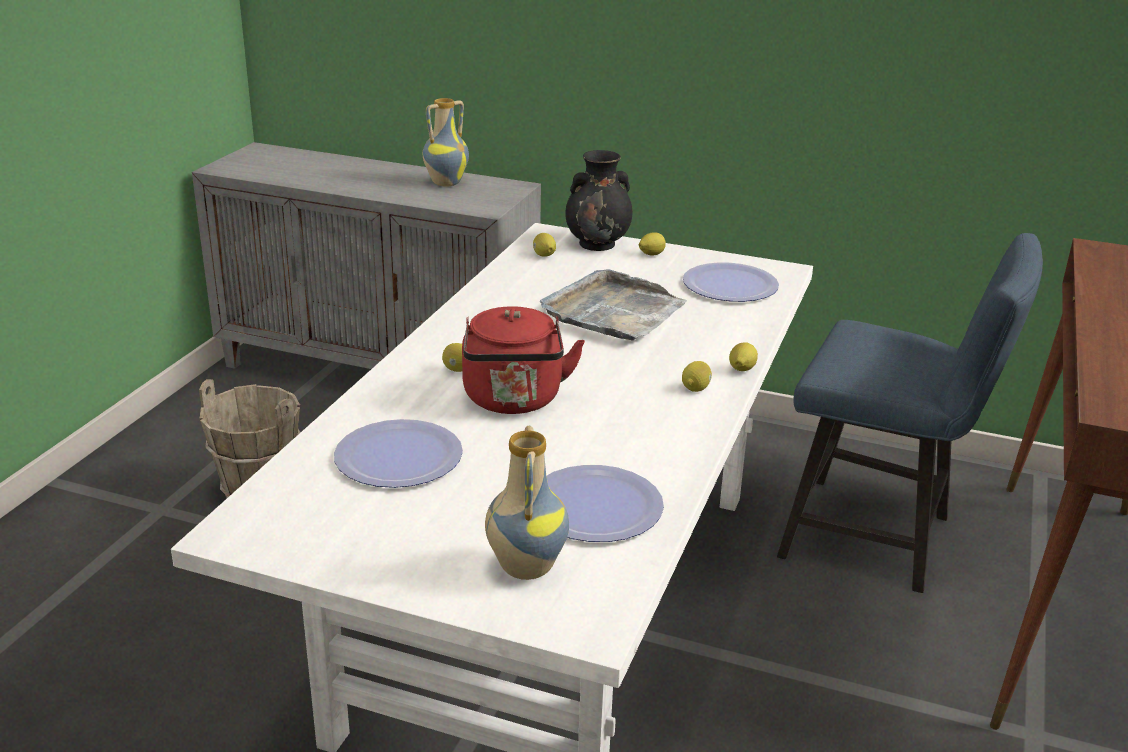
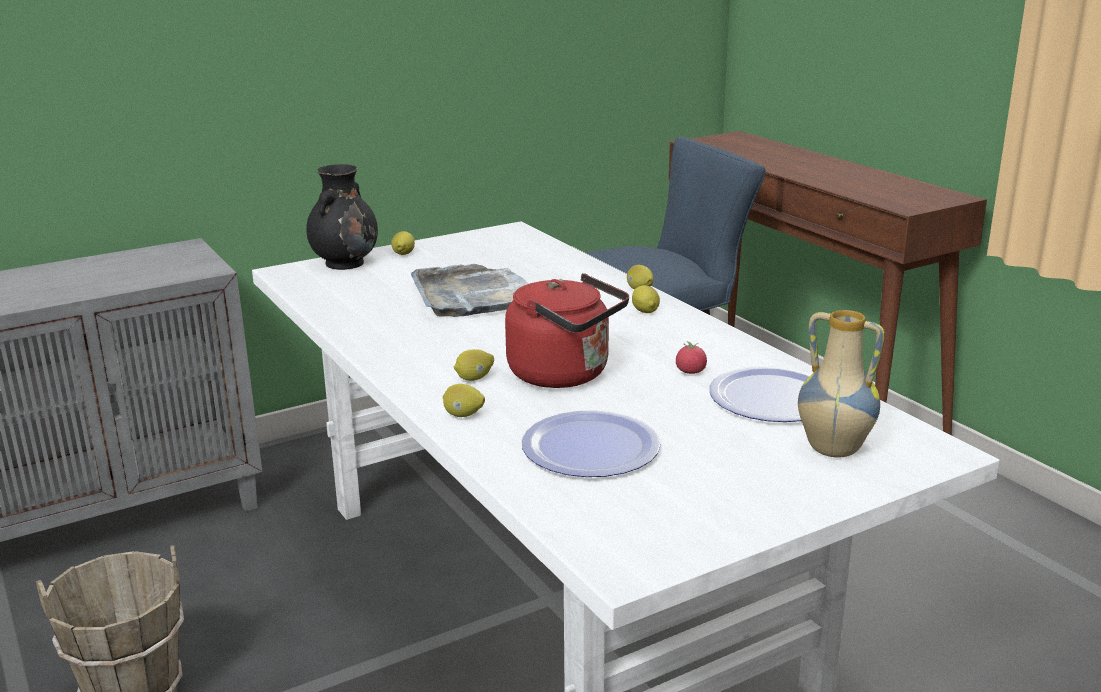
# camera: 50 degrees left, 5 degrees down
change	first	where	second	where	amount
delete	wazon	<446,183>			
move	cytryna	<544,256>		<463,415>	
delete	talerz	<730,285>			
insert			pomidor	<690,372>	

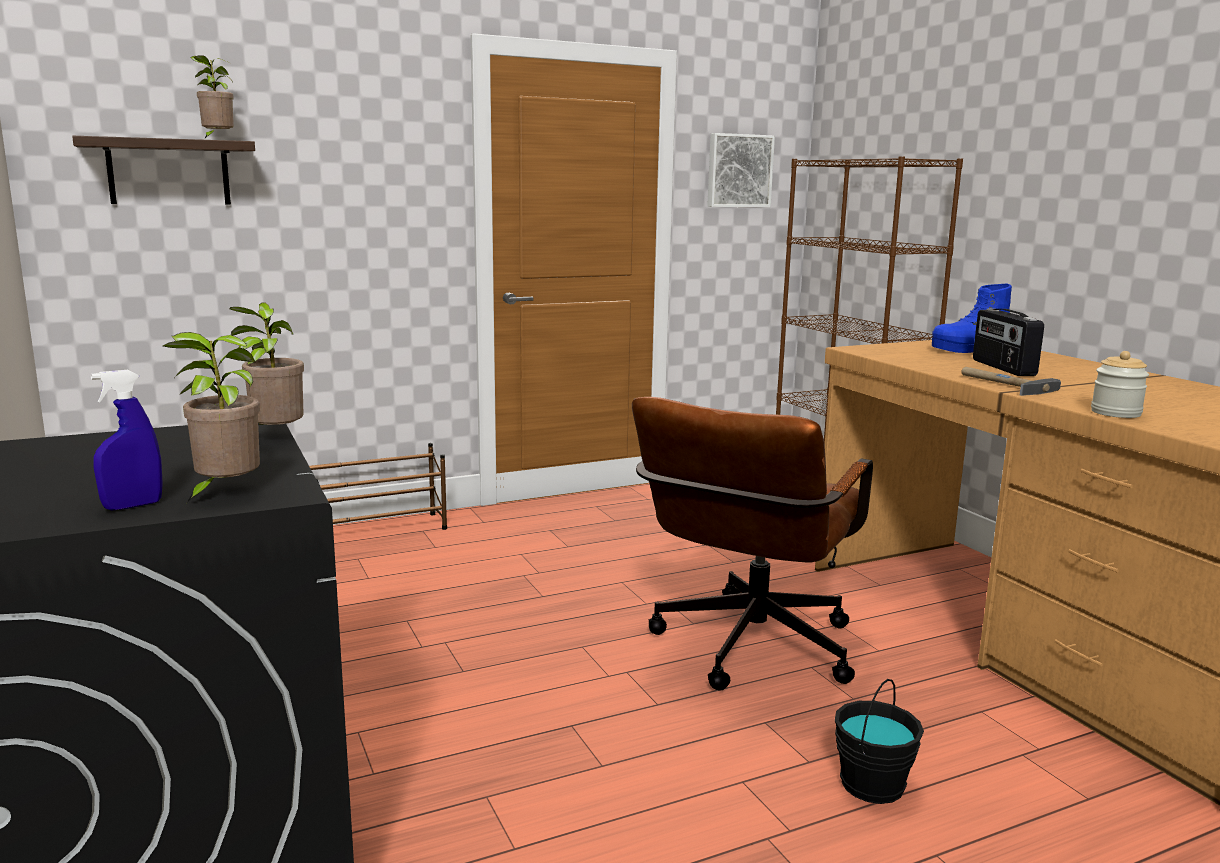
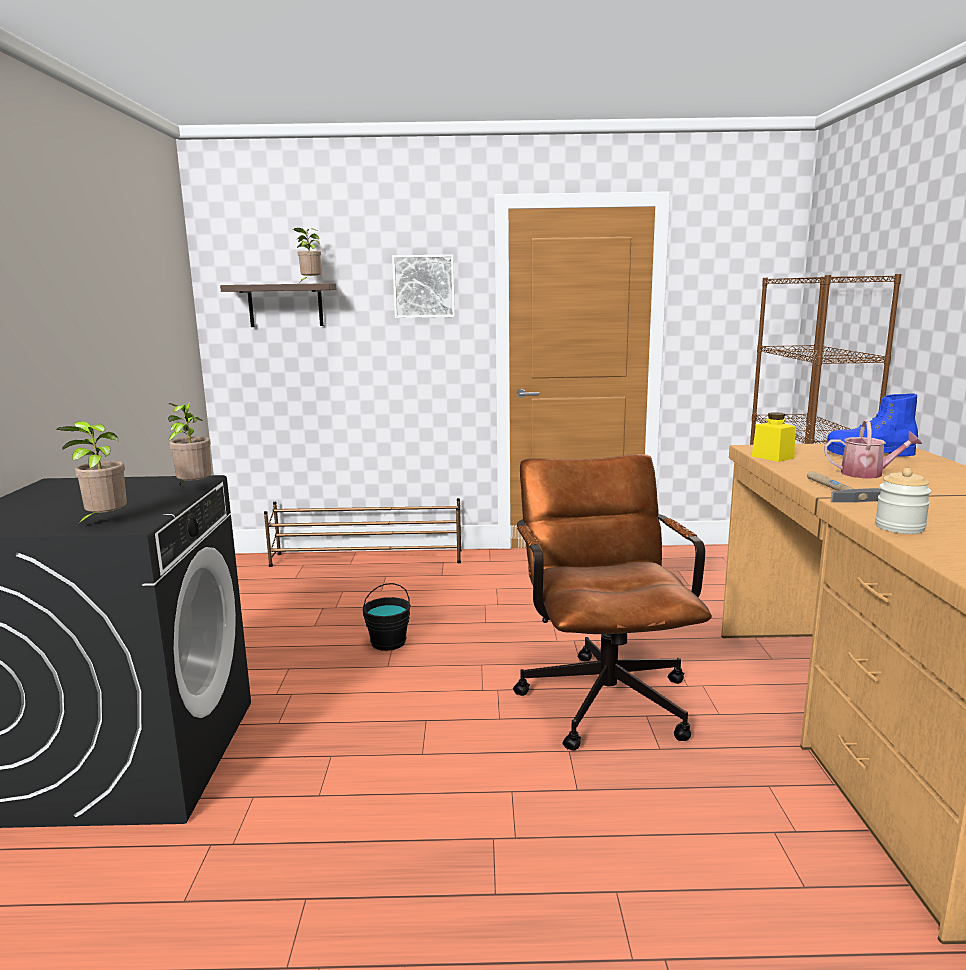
# camera: 25 degrees right, 0 degrees up
change	first	where	second	where	amount
delete	spryskiwacz/niebieski	<133,506>			
rotate	krzesło biurowe/brązowy	<747,652>		<603,693>	120 degrees clockwise
move	obraz	<738,171>		<424,286>	
move	wiadro/czarny	<871,784>		<388,642>	
replace	radio	<1002,368>	konewka	<868,474>	
insert			słoik/żółty	<772,457>	

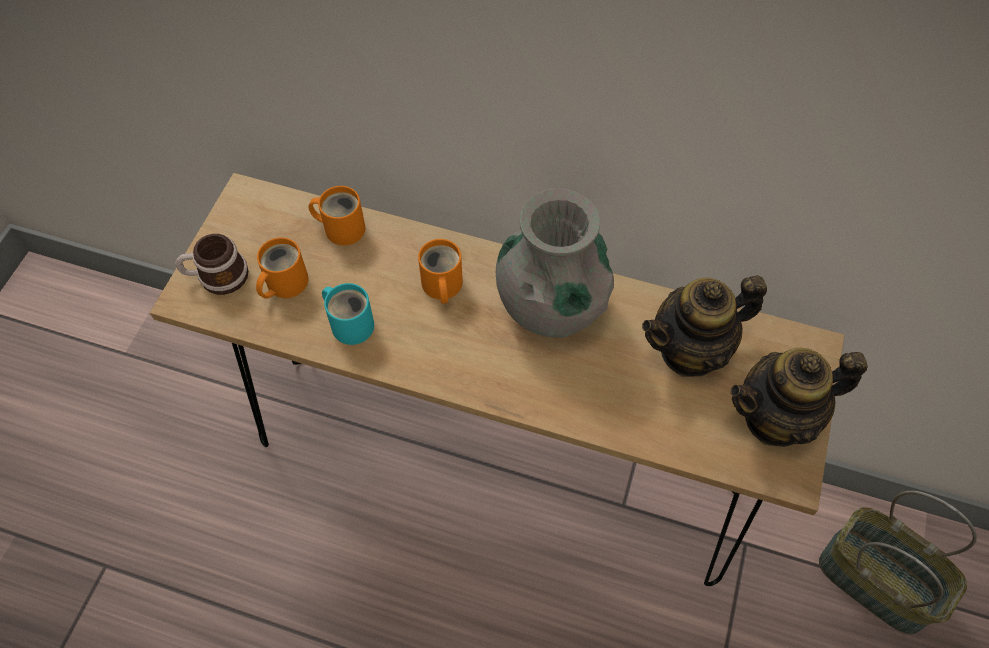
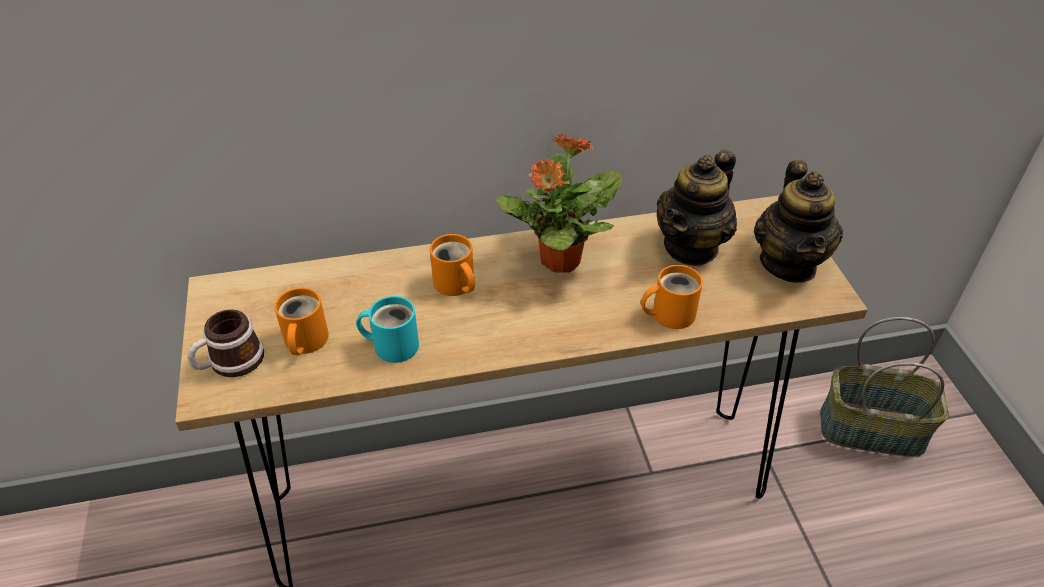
# camera: 30 degrees left, 15 degrees down
change	first	where	second	where	amount
move	kubek/pomarańczowy	<342,227>		<669,313>	
replace	wazon/szary	<551,305>	roślina doniczkowa	<559,261>	
rotate	imbryk	<776,418>		<789,263>	45 degrees counterclockwise

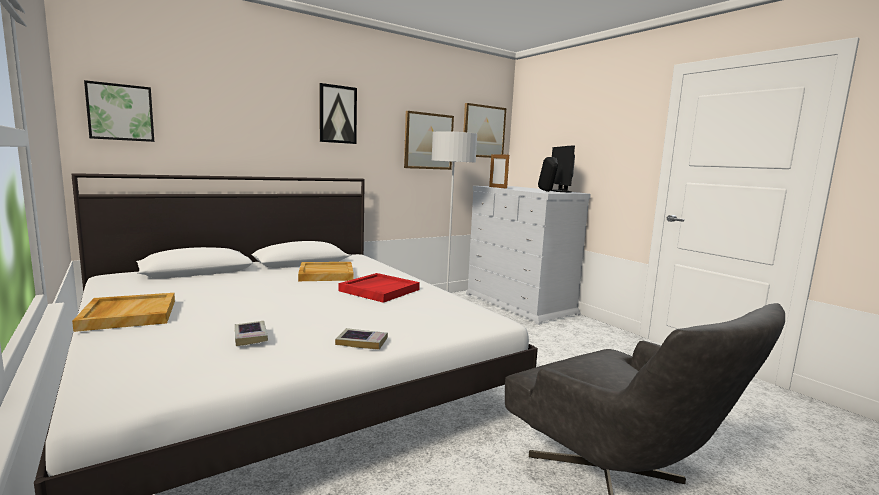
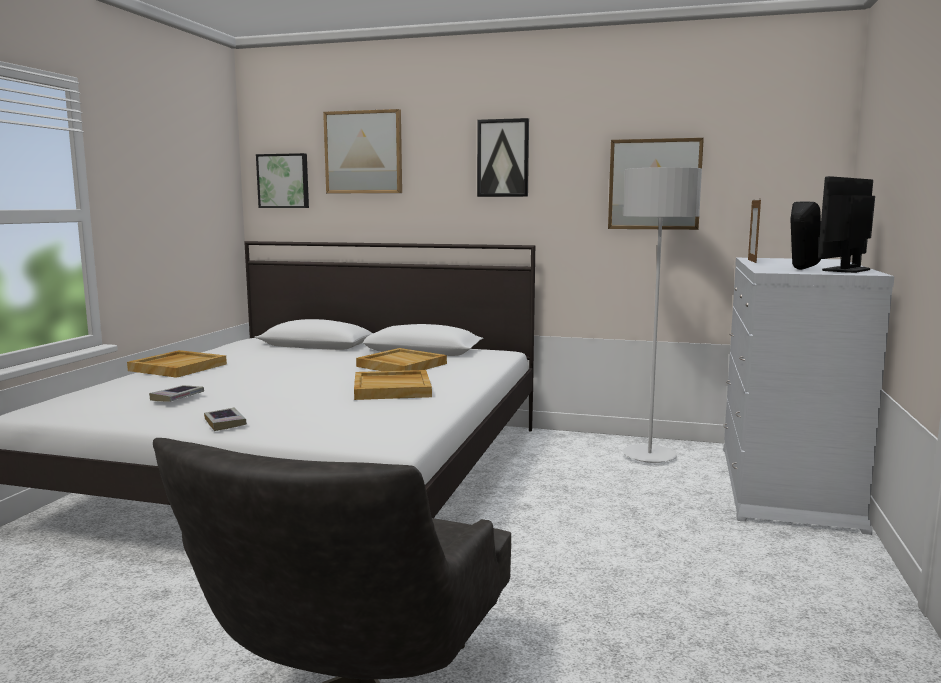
# camera: 50 degrees right, 0 degrees up
change	first	where	second	where	amount
recolor	taca/czerwony	<379,290>	taca/beżowy	<393,388>	
move	obraz	<483,131>		<363,152>	

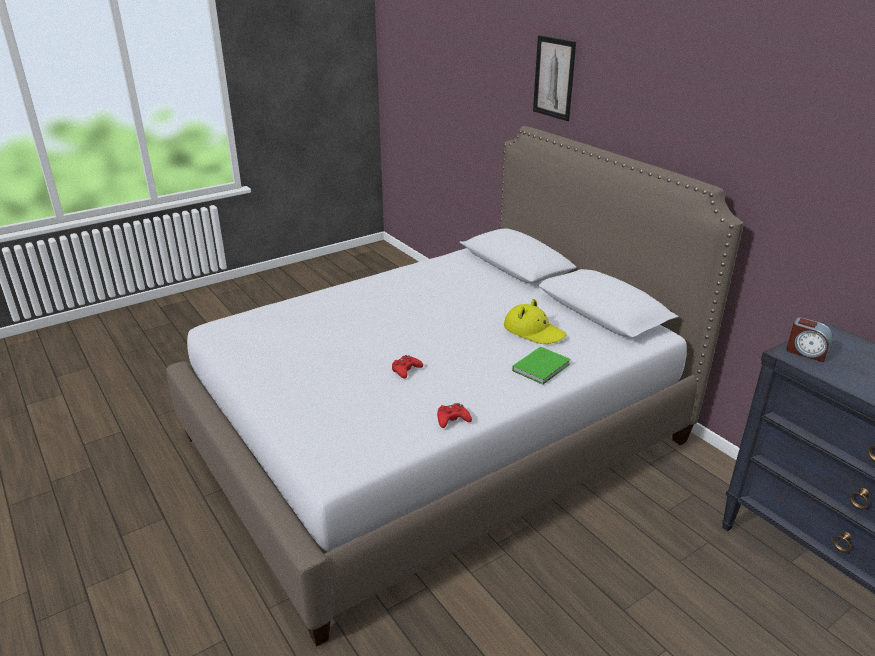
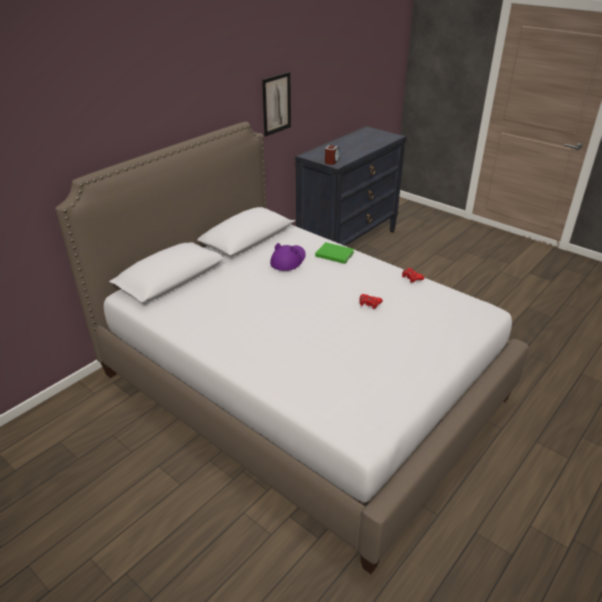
# camera: 105 degrees left, 5 degrees up
change	first	where	second	where	amount
recolor	kapelusz/żółty	<534,331>	kapelusz/fioletowy	<288,260>	
move	obraz	<554,78>		<276,104>	

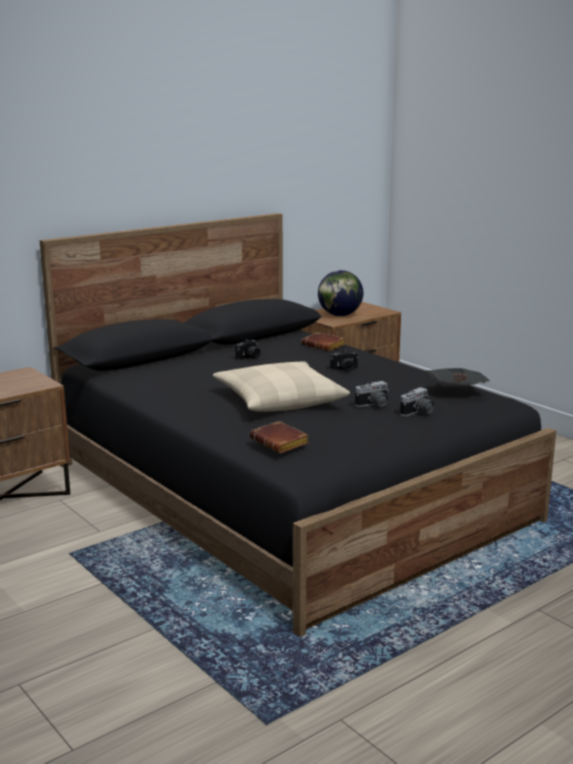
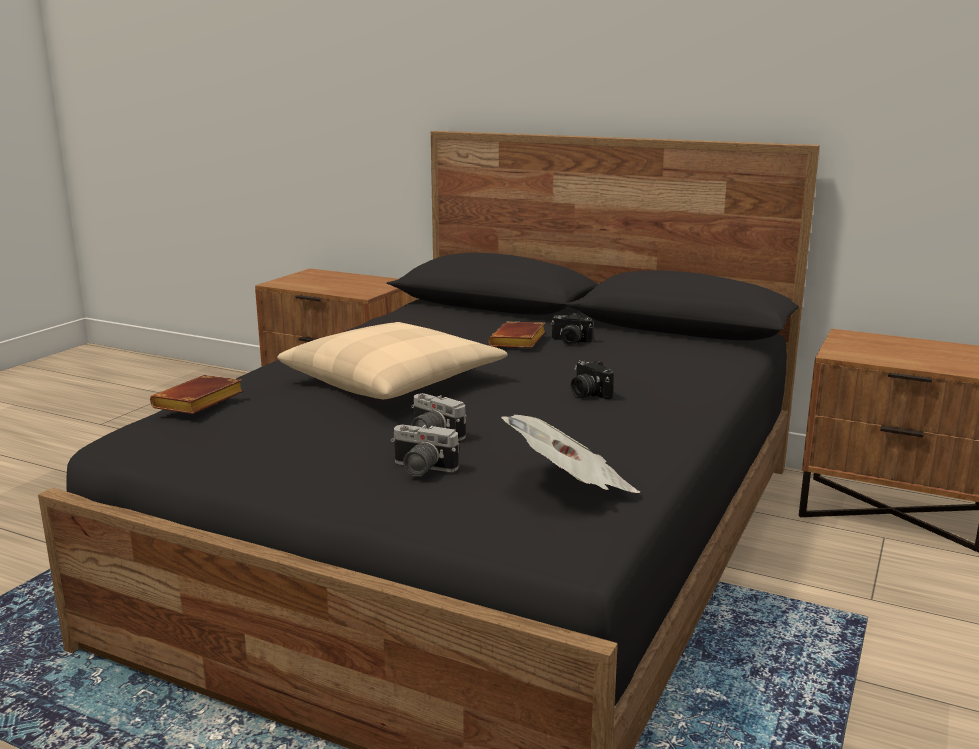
# camera: 65 degrees right, 0 degrees up
change	first	where	second	where	amount
move	książka/brązowy	<325,346>		<519,342>	
delete	globus	<340,315>			

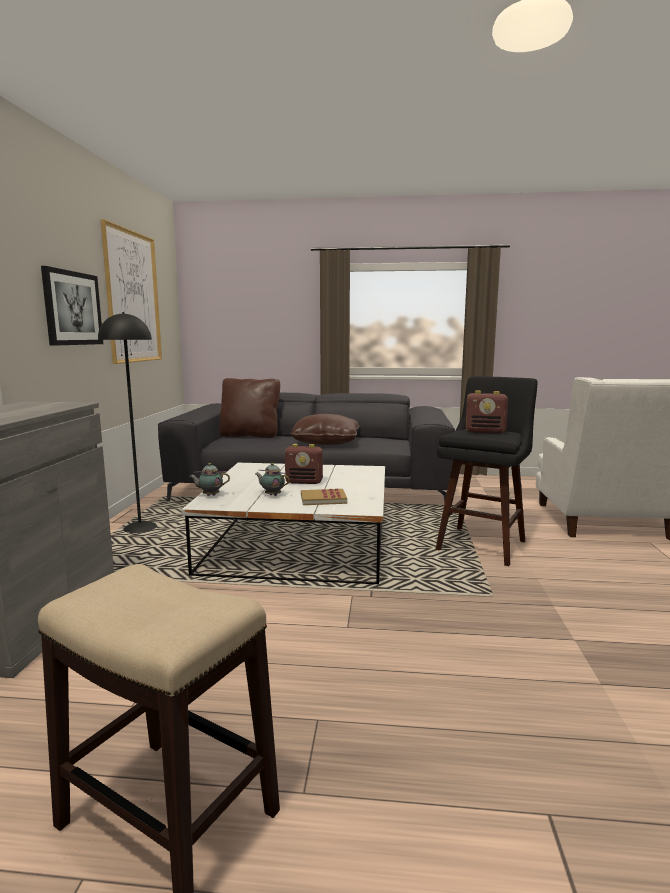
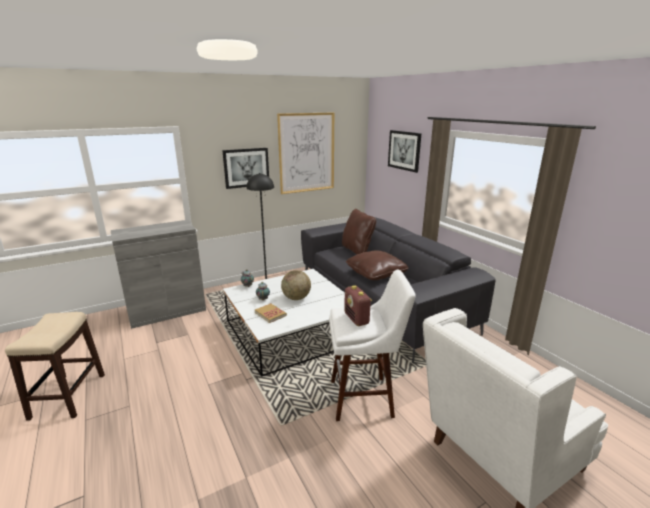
# camera: 55 degrees right, 10 degrees up
change	first	where	second	where	amount
replace	radio	<304,482>	globus	<296,298>	
recolor	stołek/czarny	<482,544>	stołek/biały	<365,398>	
insert			obraz	<404,150>	

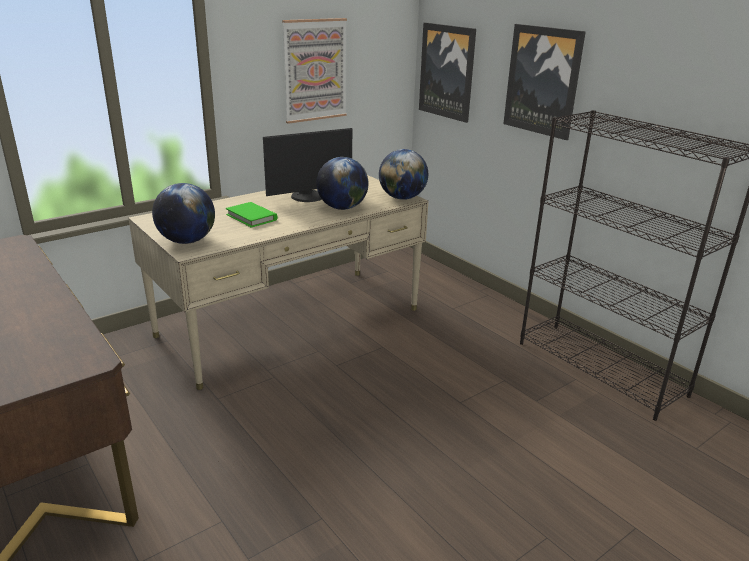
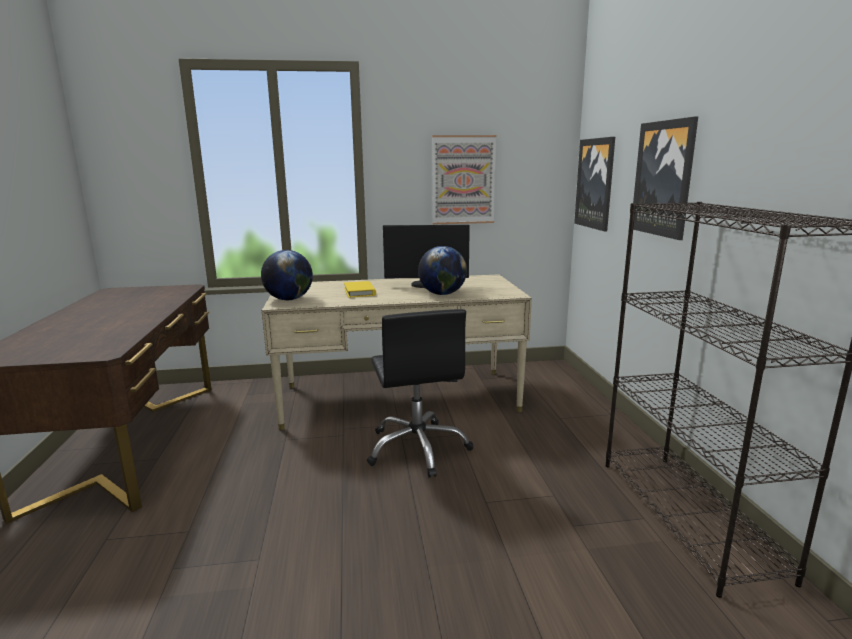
# camera: 30 degrees right, 10 degrees down
change	first	where	second	where	amount
recolor	książka/zielony	<251,217>	książka/żółty	<359,292>	
delete	globus	<402,198>			
insert			krzesło biurowe/czarny	<418,448>	

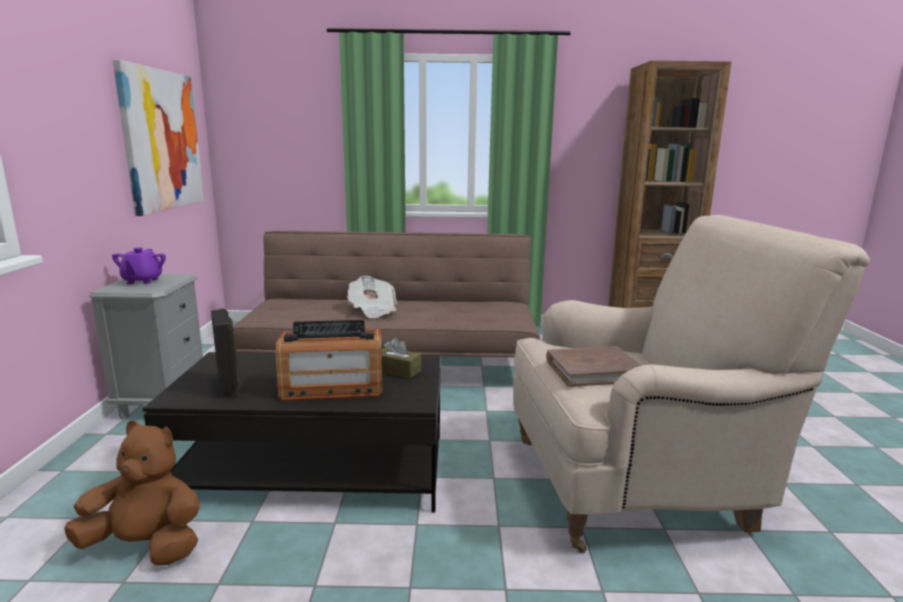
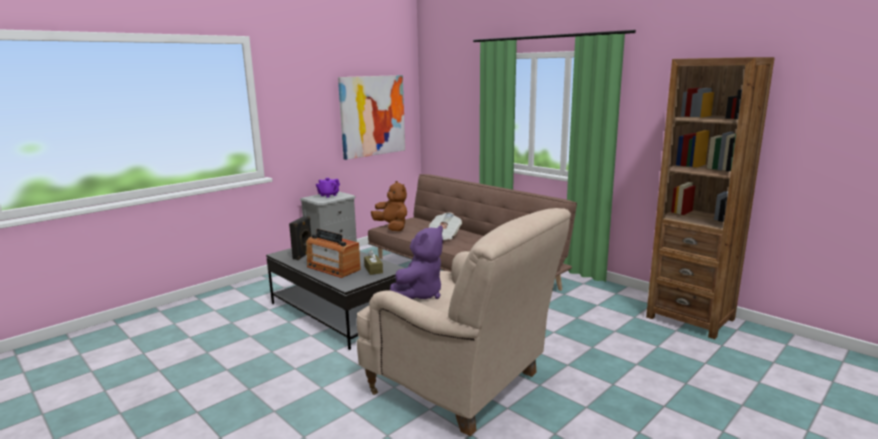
# camera: 45 degrees right, 0 degrees up
change	first	where	second	where	amount
move	pluszak/brązowy	<146,546>		<392,227>	
replace	książka/brązowy	<593,370>	pluszak/fioletowy	<419,294>	

